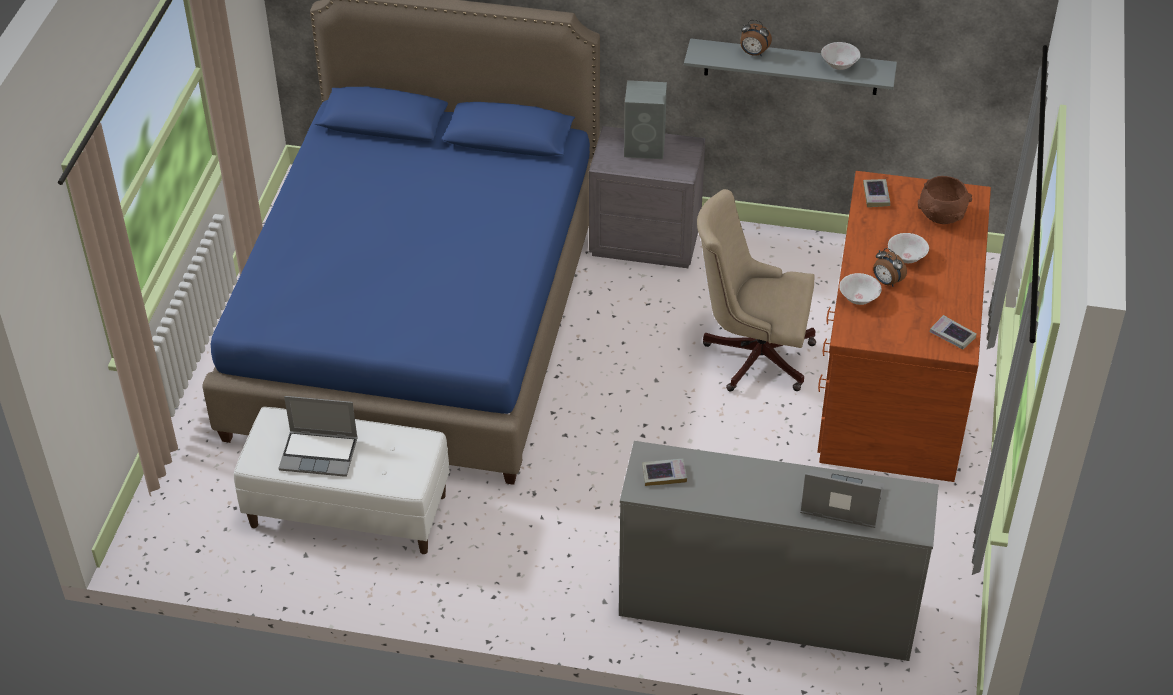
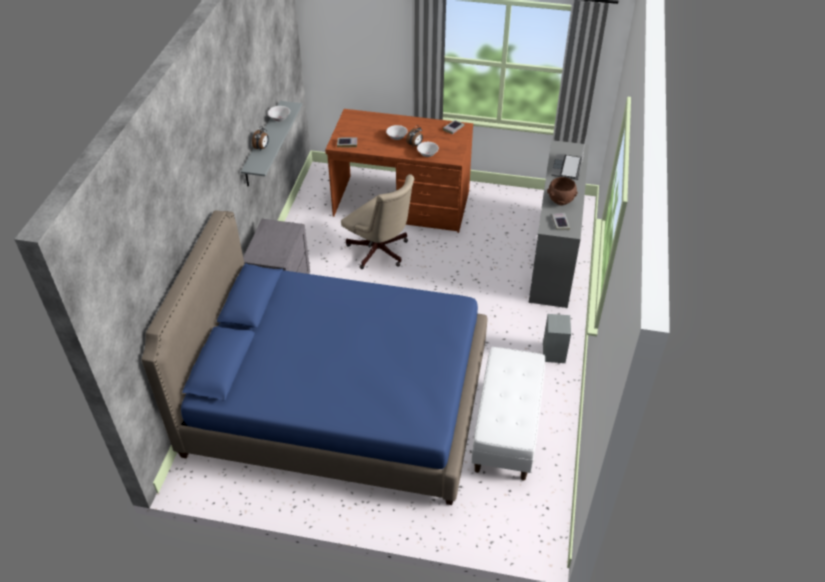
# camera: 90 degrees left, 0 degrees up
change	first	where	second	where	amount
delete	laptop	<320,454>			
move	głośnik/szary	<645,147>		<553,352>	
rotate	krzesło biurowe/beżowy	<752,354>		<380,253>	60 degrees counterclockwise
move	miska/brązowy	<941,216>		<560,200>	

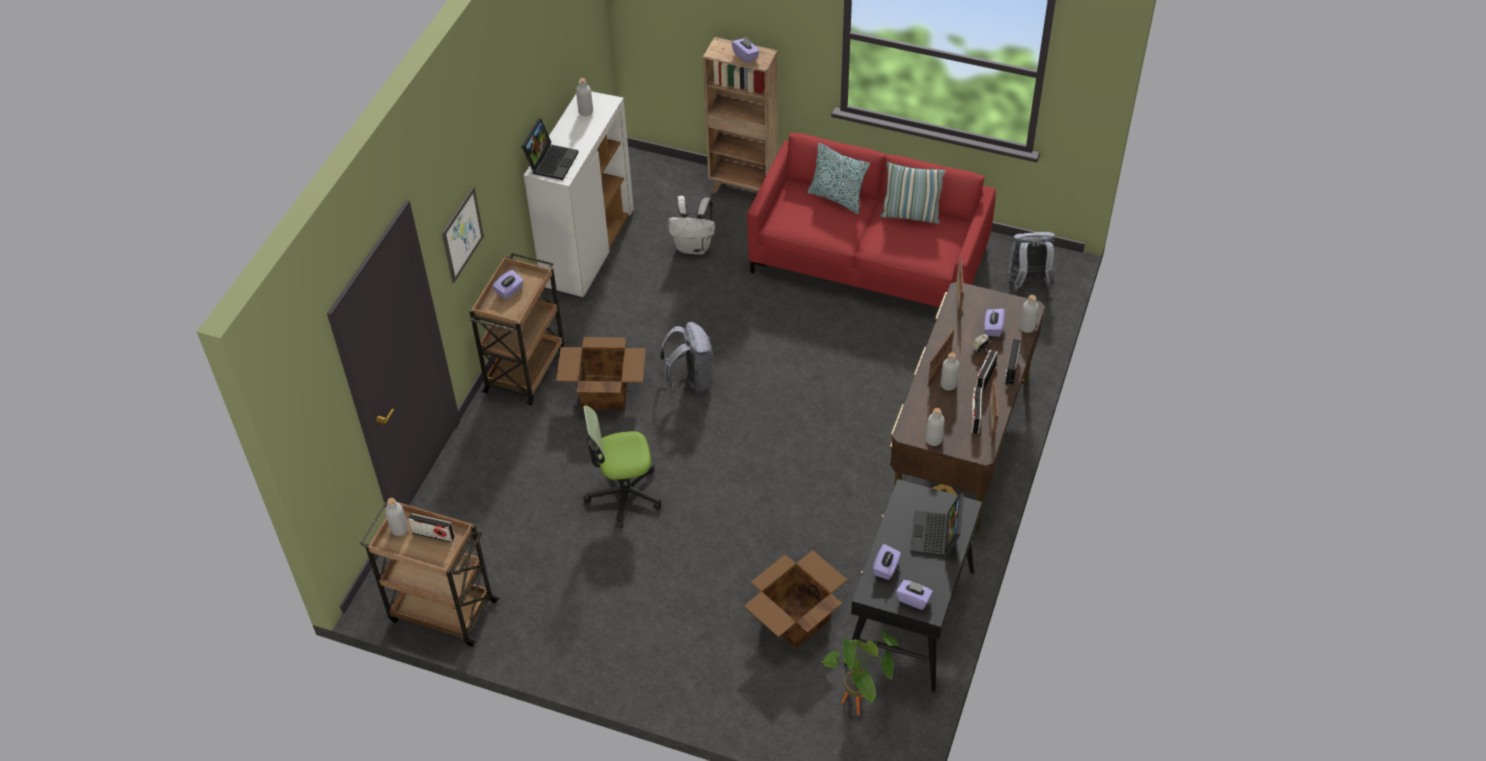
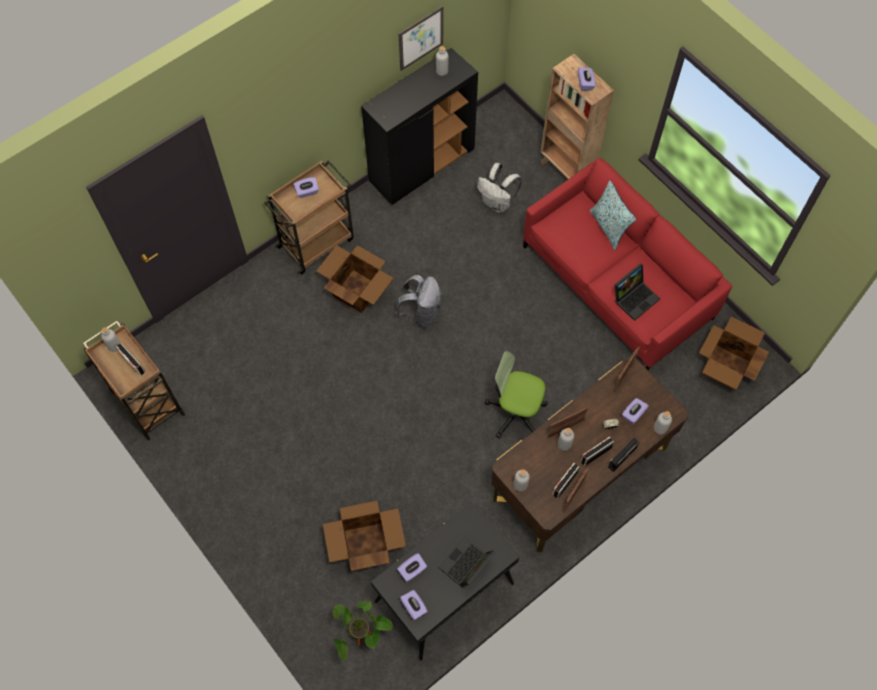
# camera: 30 degrees right, 15 degrees up
change	first	where	second	where	amount
move	obraz	<462,234>		<421,38>	
move	laptop	<551,161>		<635,297>	
recolor	szafka/biały	<588,248>	szafka/czarny	<422,165>	
move	krzesło biurowe	<624,494>		<515,412>	
delete	poduszka	<910,215>			
replace	plecak/szary	<1028,284>	karton	<724,367>	

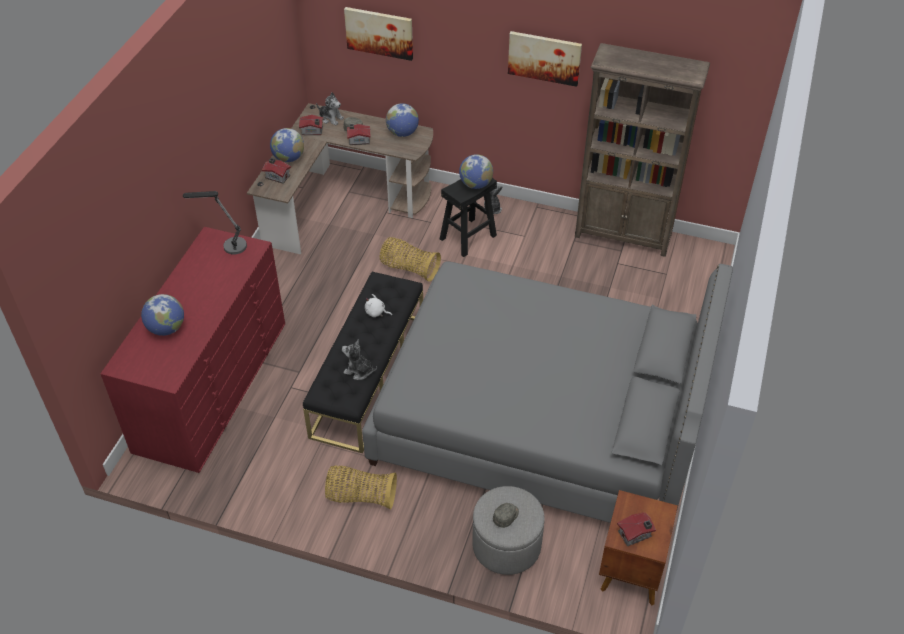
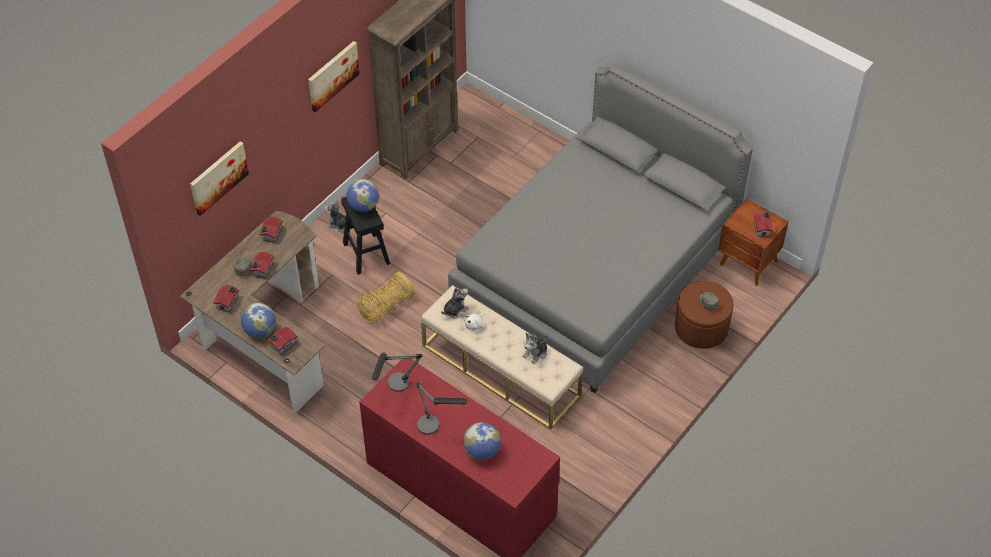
# camera: 70 degrees left, 5 degrees up
change	first	where	second	where	amount
recolor	ławka/czarny	<368,377>	ławka/beżowy	<501,370>	
move	pluszak	<331,118>		<455,310>	
delete	koszyk	<360,496>			
replace	globus	<402,133>	domek	<271,234>	
recolor	pufa/szary	<506,545>	pufa/brązowy	<701,328>	
insert			lampa stołowa	<435,426>	

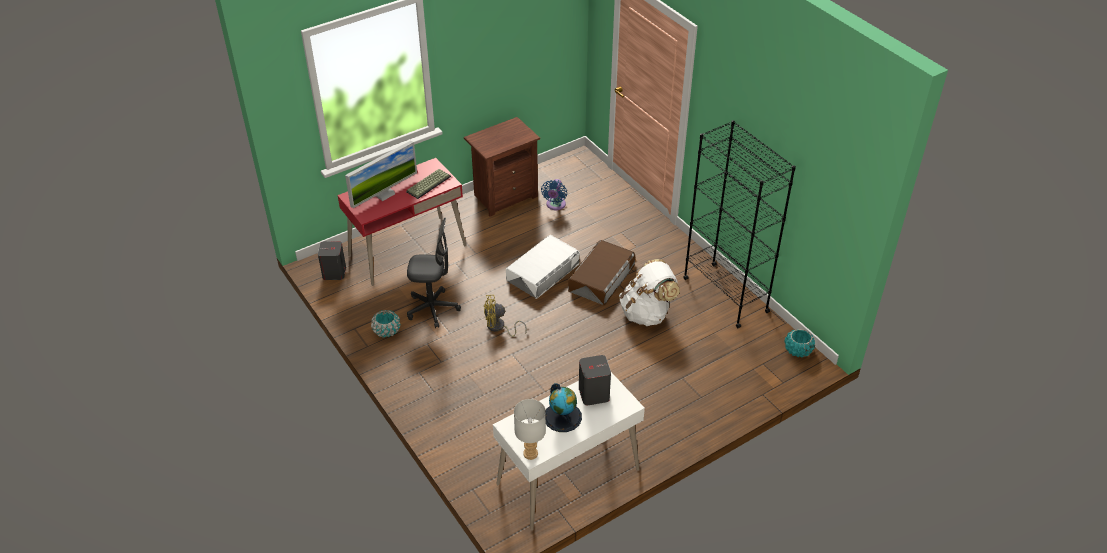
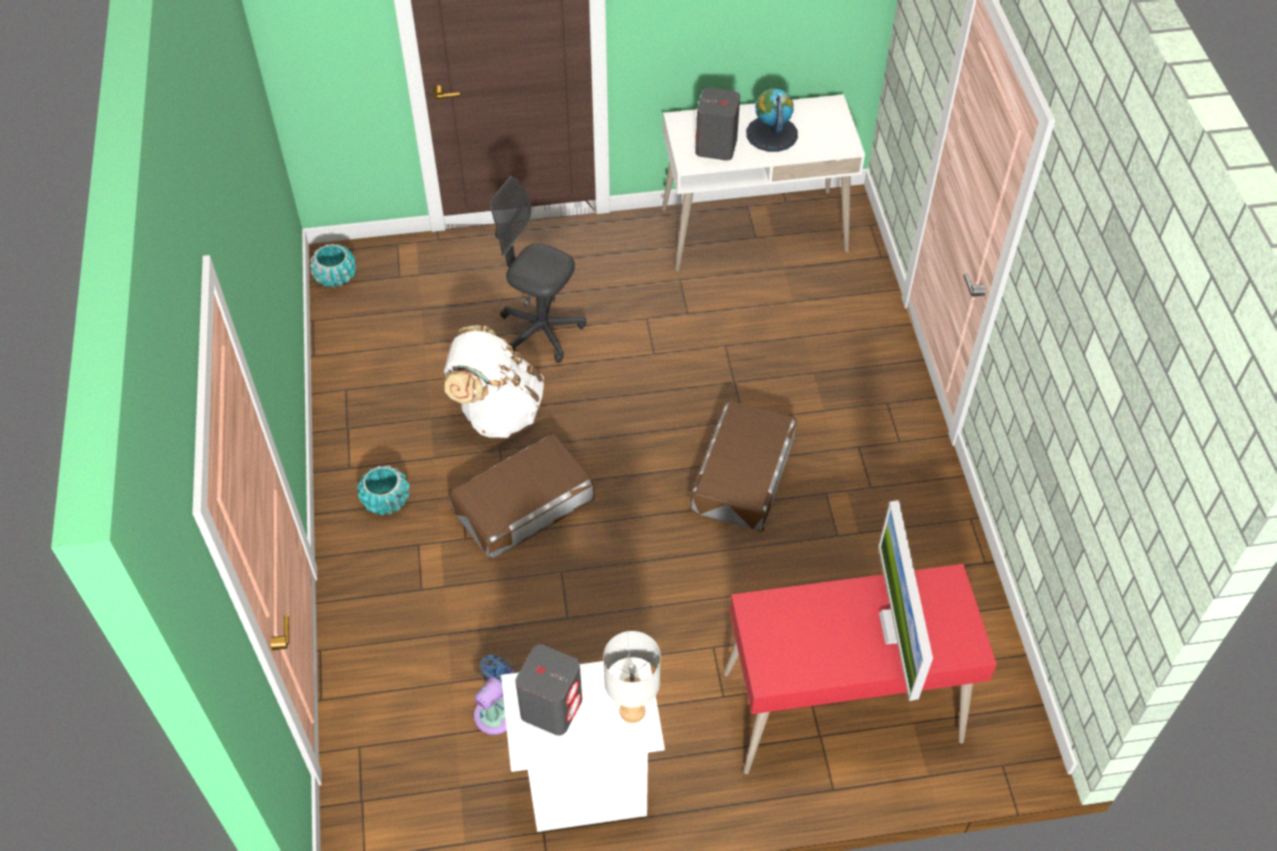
# camera: 155 degrees left, 10 degrees up
change	first	where	second	where	amount
move	głośnik/szary	<334,273>		<551,707>	
rotate	monitor	<384,194>		<897,627>	75 degrees counterclockwise
move	donica/turkusowy	<386,331>		<386,500>	
delete	klawiatura	<428,183>			
move	krzesło biurowe/szary	<433,309>		<541,331>	
recolor	szafka nocna/brązowy	<504,196>	szafka nocna/biały	<585,784>	
replace	wentylator/żółty	<499,327>	pojemnik do przechowywania/brązowy	<742,473>	
delete	pojemnik do przechowywania/biały	<543,272>			
move	lampa stołowa/szary	<530,453>		<633,711>	
delete	regał/czarny	<725,294>			

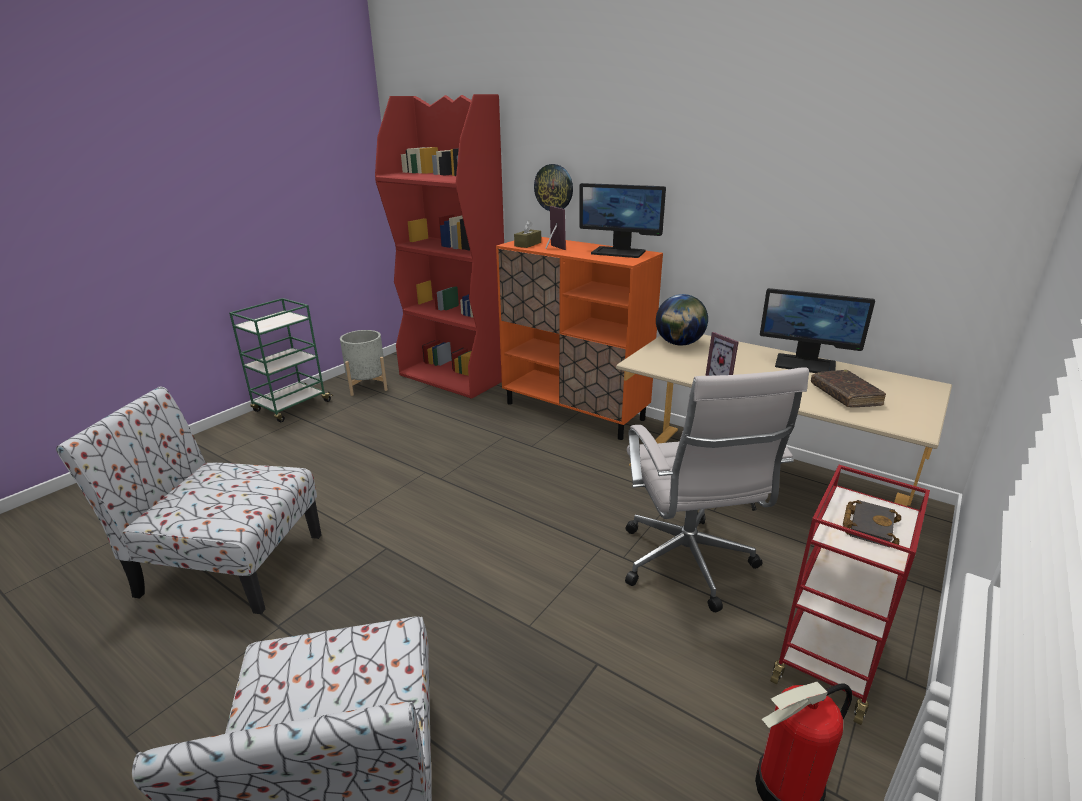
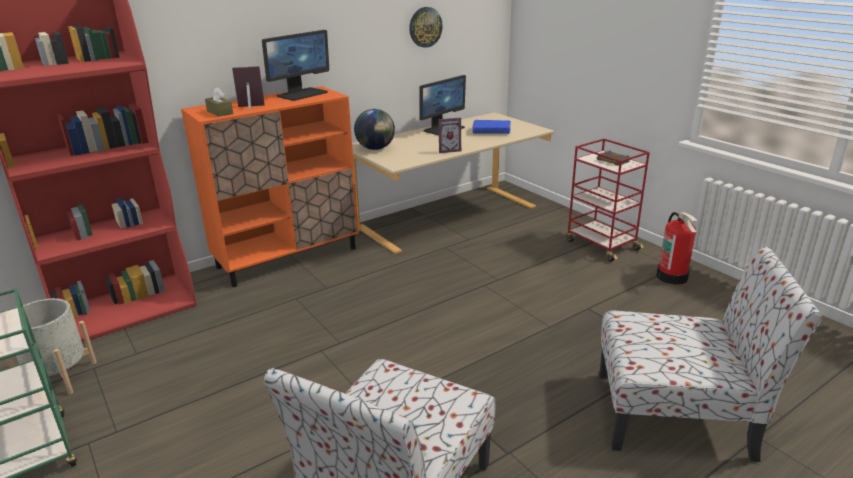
# camera: 70 degrees left, 0 degrees up
change	first	where	second	where	amount
move	zegar ścienny	<554,187>		<425,27>	
delete	krzesło biurowe/biały	<688,566>			
recolor	książka/brązowy	<845,395>	książka/niebieski	<491,131>	

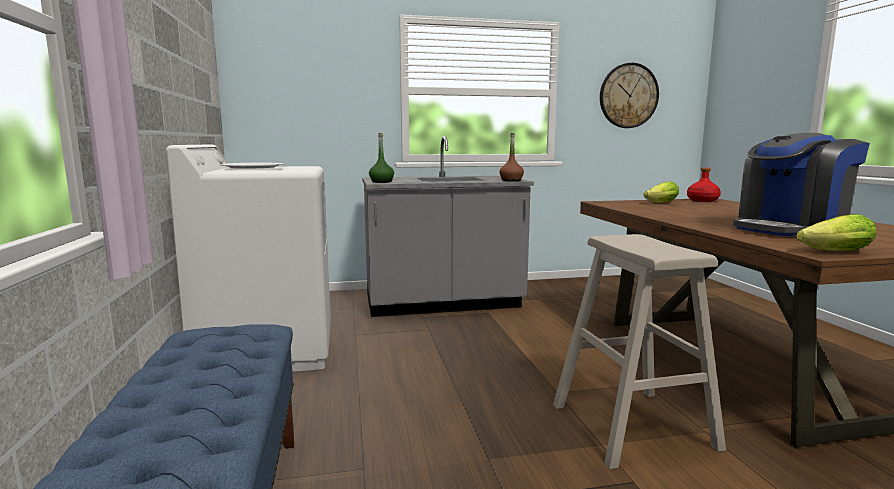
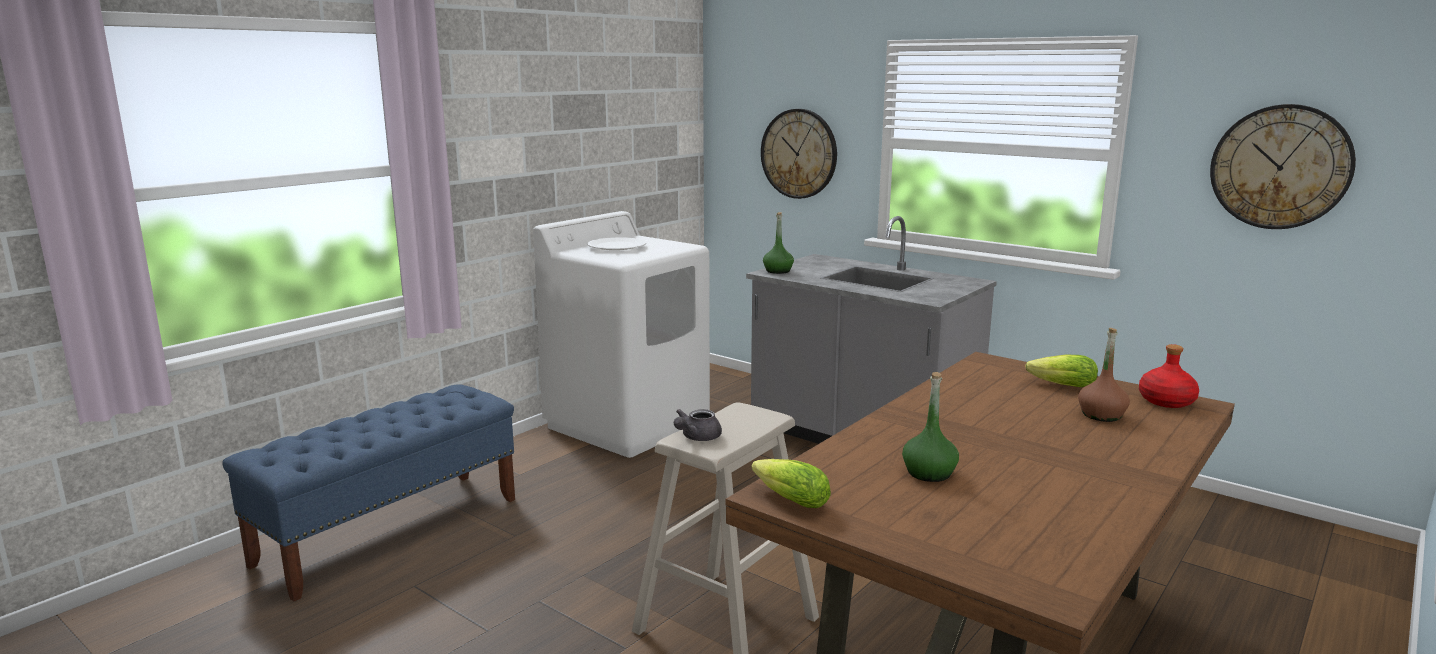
# camera: 50 degrees right, 5 degrees up
change	first	where	second	where	amount
move	butelka/brązowy	<511,180>		<1101,415>	
replace	ekspres do kawy	<790,230>	butelka/zielony	<929,473>	
insert			imbryk/szary	<696,437>	
insert			zegar ścienny	<799,153>	

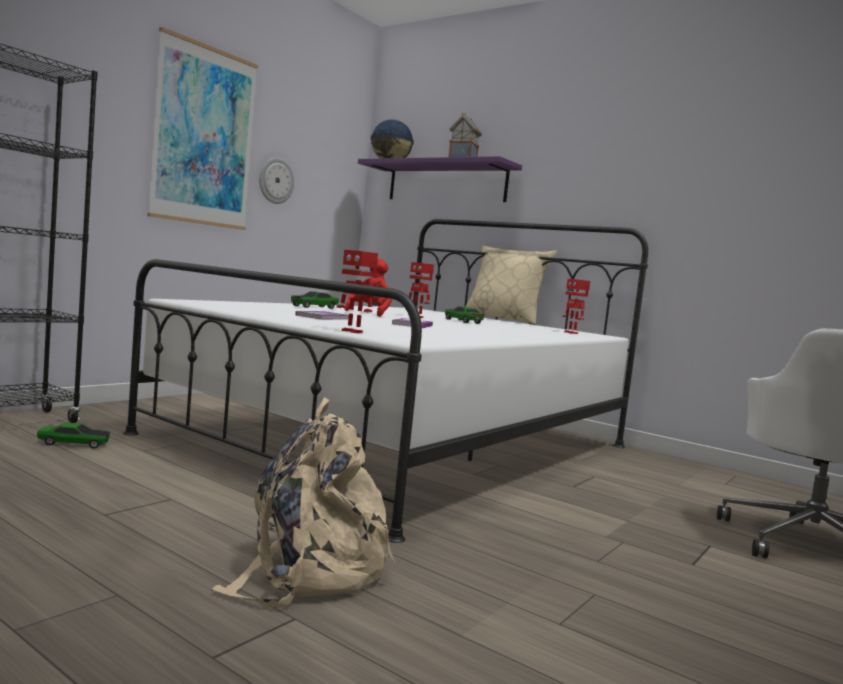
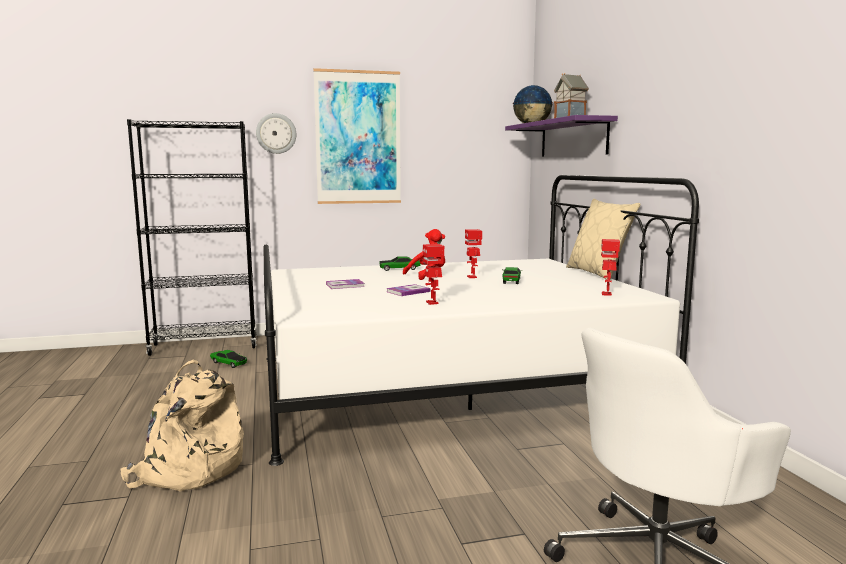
# camera: 40 degrees right, 5 degrees up
change	first	where	second	where	amount
move	zegar ścienny	<275,180>		<276,133>	
move	robot zabawkowy	<353,331>		<433,303>	

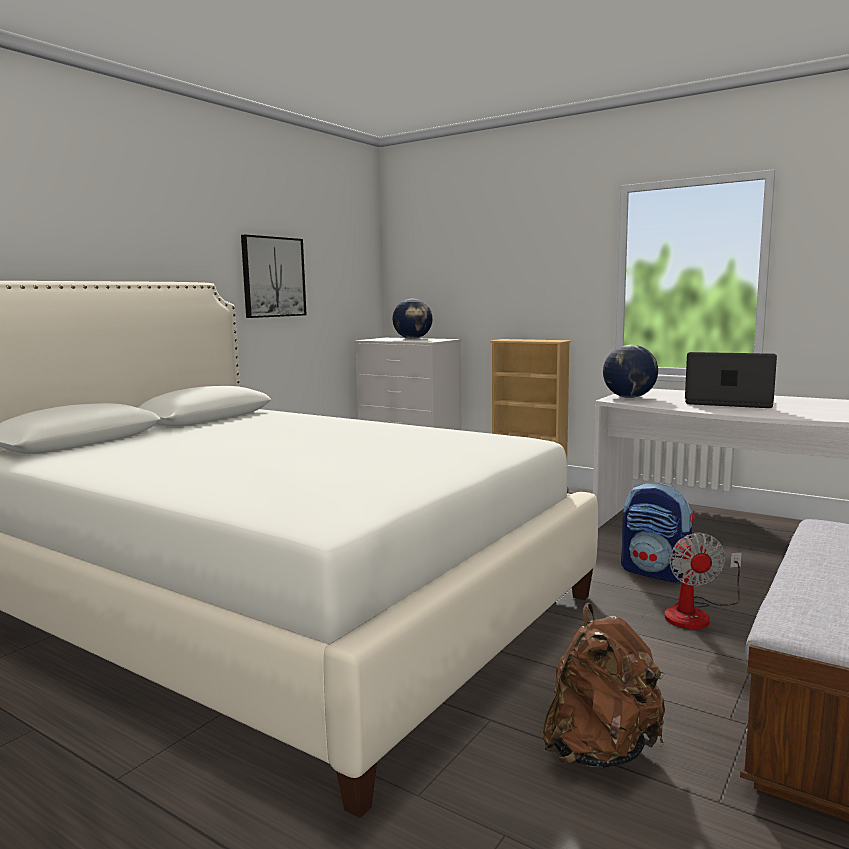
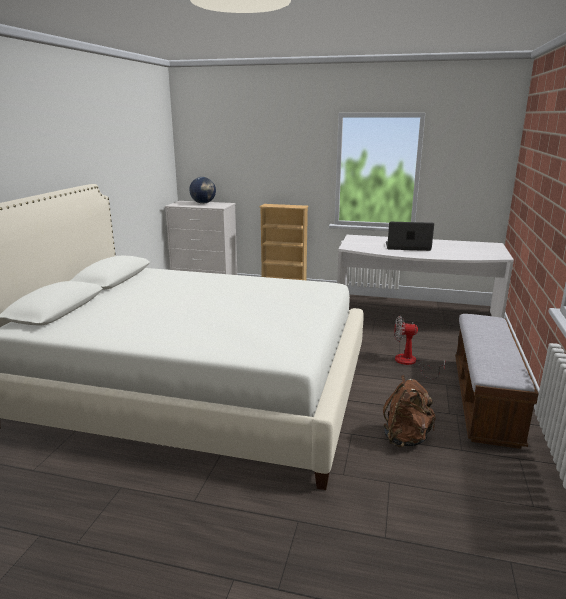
# camera: 20 degrees left, 10 degrees up
change	first	where	second	where	amount
delete	obraz	<273,277>			
delete	globus	<629,397>			
delete	plecak	<656,573>			
rotate	wentylator	<696,614>		<411,363>	120 degrees clockwise

